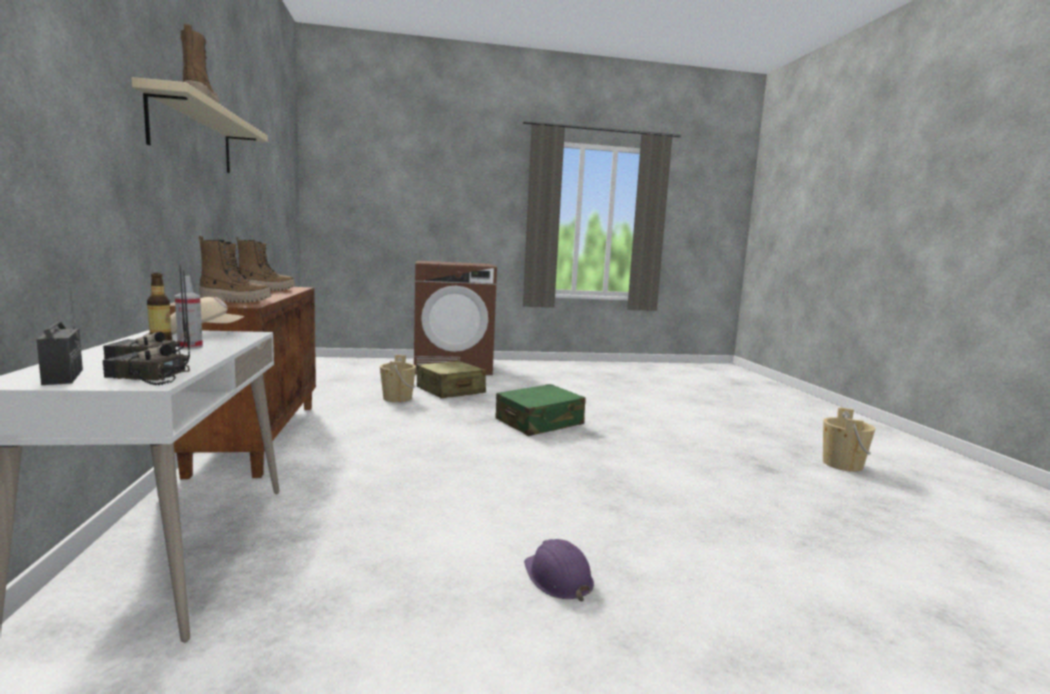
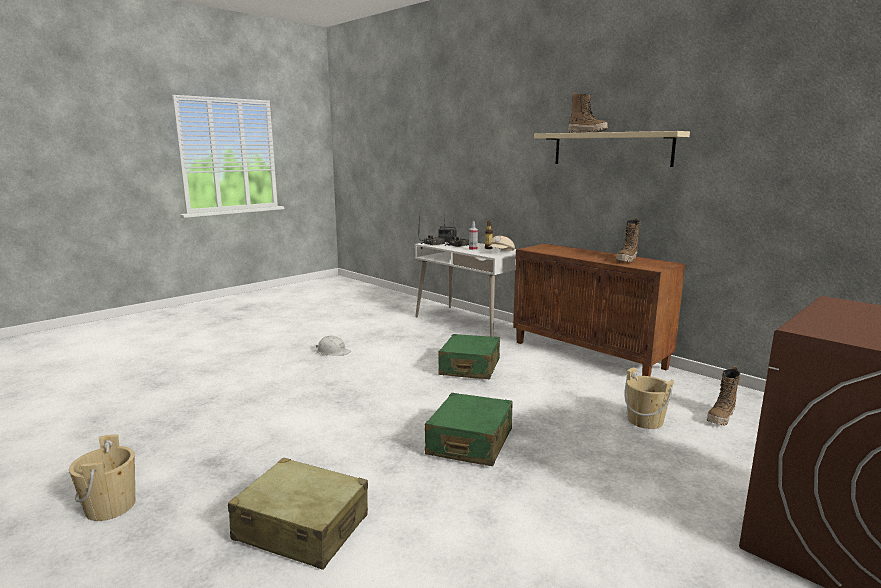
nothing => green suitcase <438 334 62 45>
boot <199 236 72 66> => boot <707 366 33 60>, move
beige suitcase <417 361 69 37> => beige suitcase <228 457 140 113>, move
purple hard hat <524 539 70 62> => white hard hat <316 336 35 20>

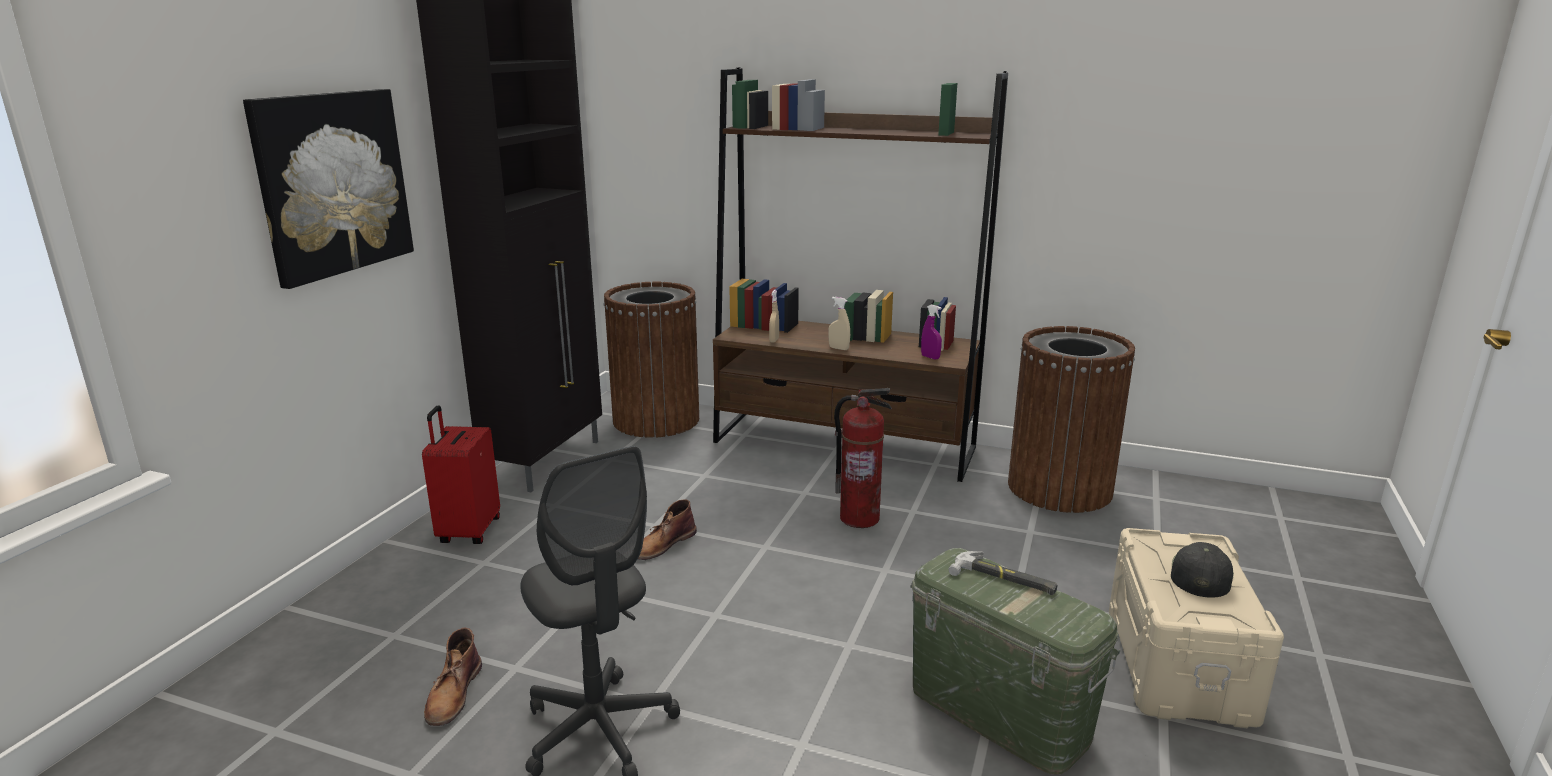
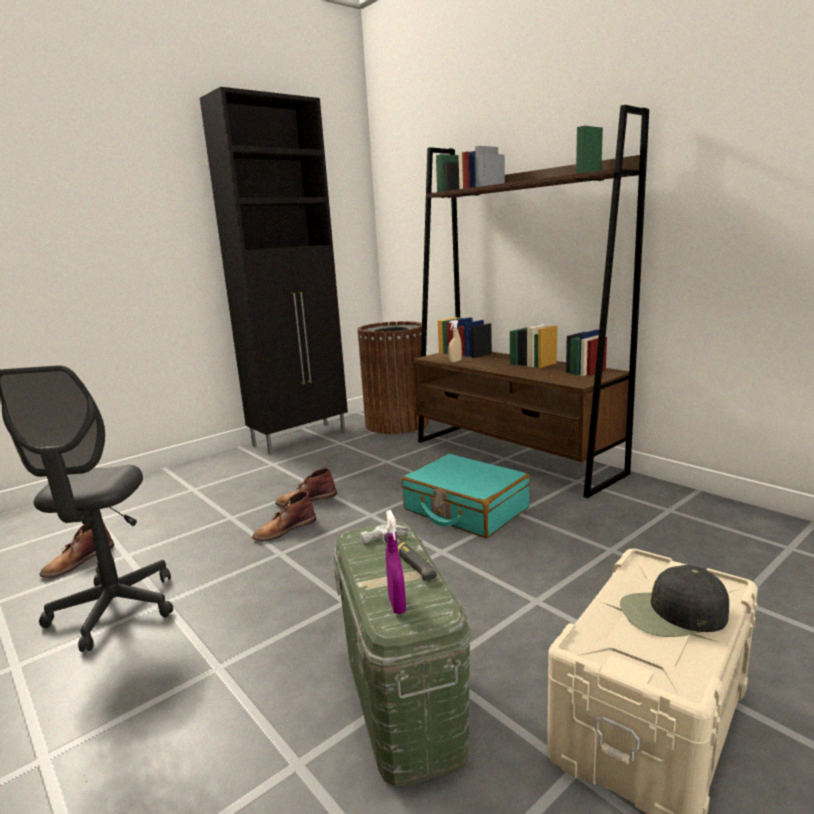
picture <243 89 171 200> => nothing
red suitcase <422 405 78 139> => nothing
beige spray bottle <828 297 22 53> => nothing
brown trash can <1008 326 127 187> => nothing
nothing => brown boot <252 491 64 51>
purple spray bottle <921 304 21 55> => purple spray bottle <386 510 20 104>, move
fire extinguisher <834 388 58 140> => turquoise suitcase <401 454 129 84>
black cap <1171 542 63 56> => black cap <620 565 109 72>, 150 degrees counterclockwise

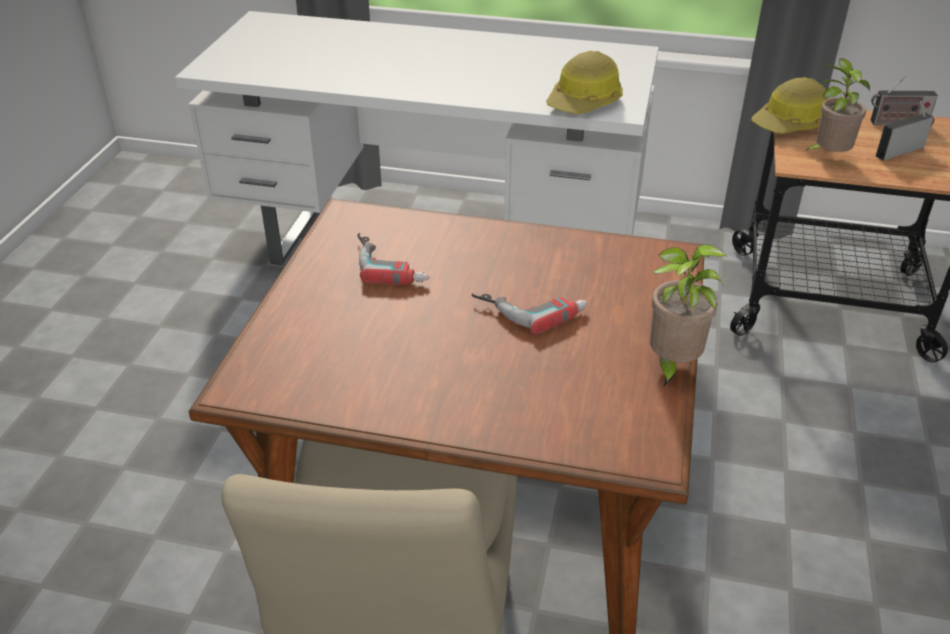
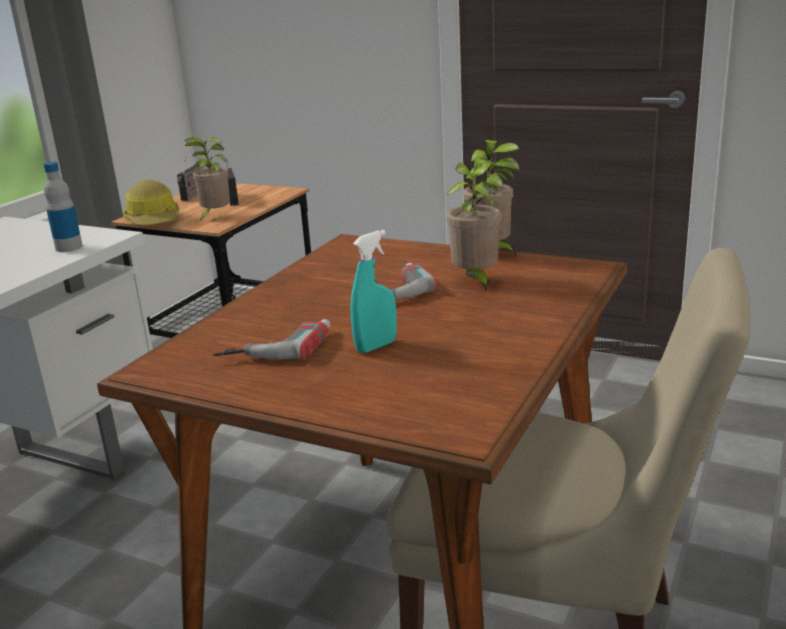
nothing => turquoise spray bottle <351 230 45 123>
nothing => potted plant <446 158 57 134>
hard hat <546 51 77 63> => bottle <43 162 40 90>

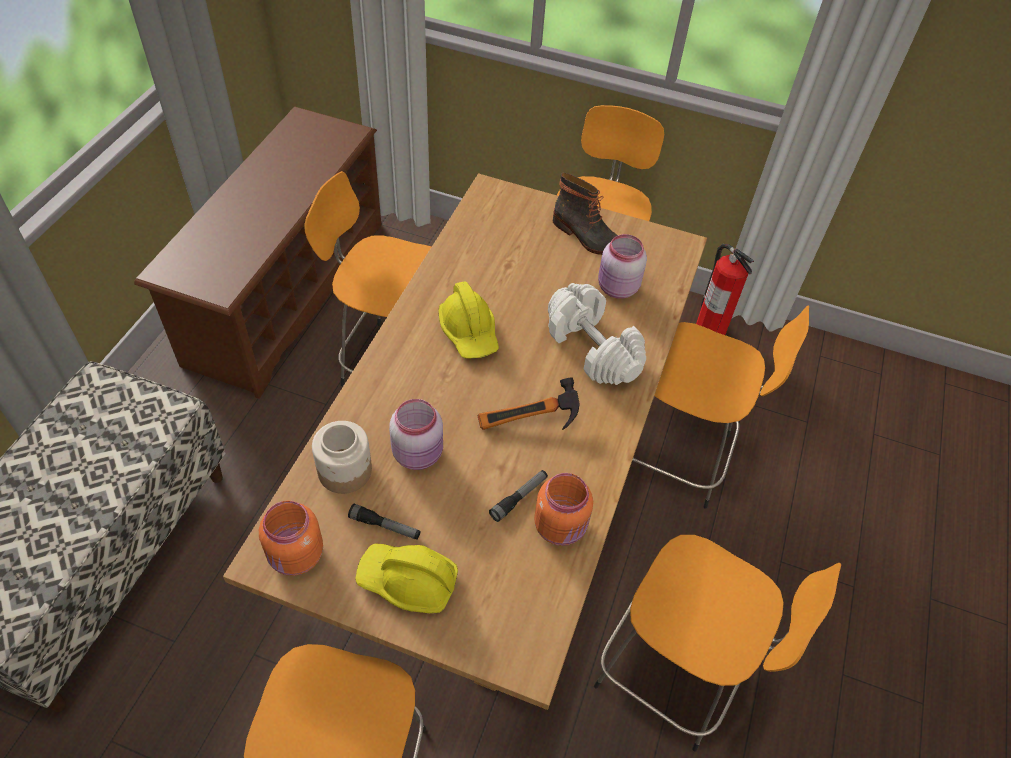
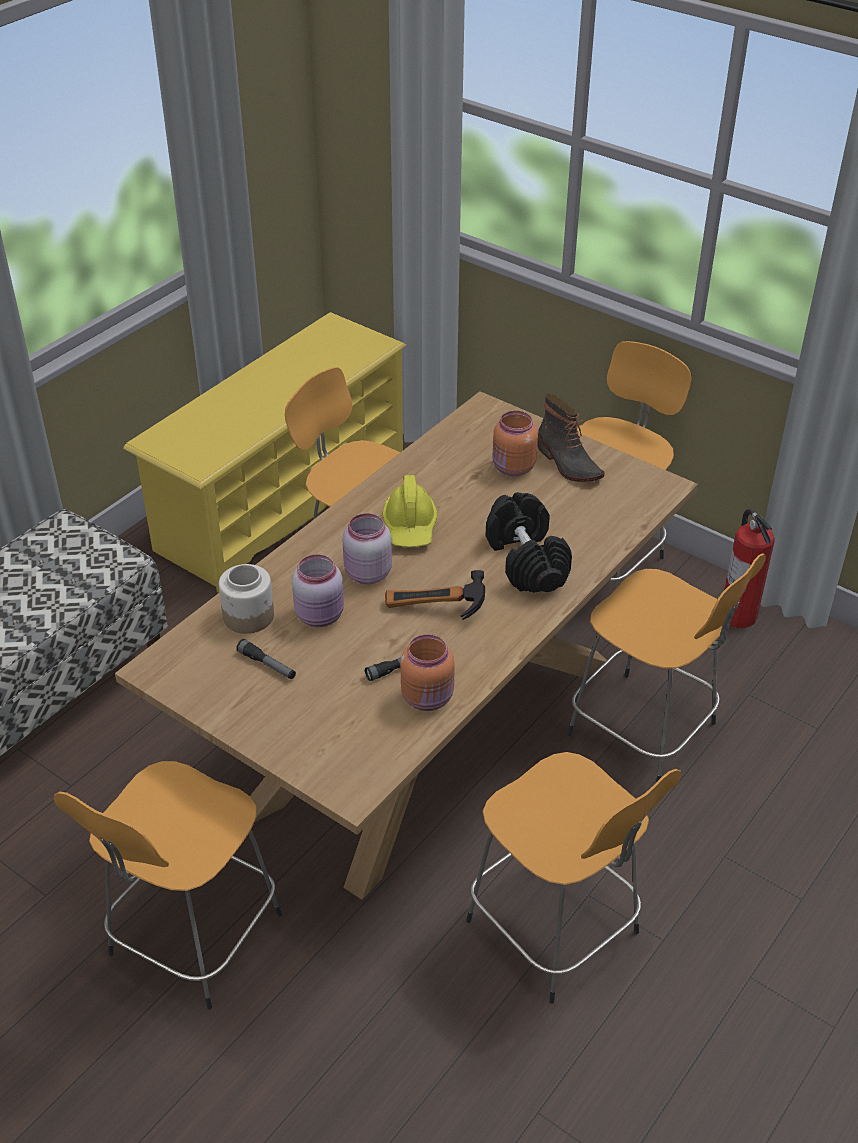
yellow hard hat <355 543 103 70> => nothing
orange jar <259 501 64 75> => orange jar <492 411 46 65>, move
pink jar <598 234 49 65> => pink jar <343 513 49 71>, move
brown shoe rack <134 107 247 292> => yellow shoe rack <123 312 283 281>
white dumbbell <548 283 98 102> => black dumbbell <485 492 87 101>

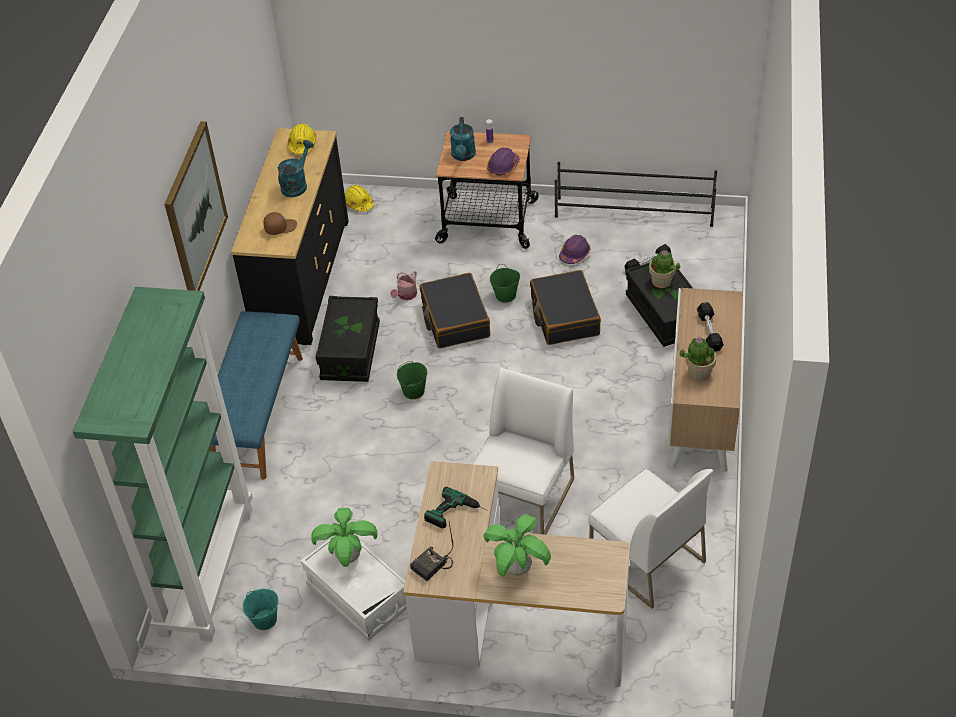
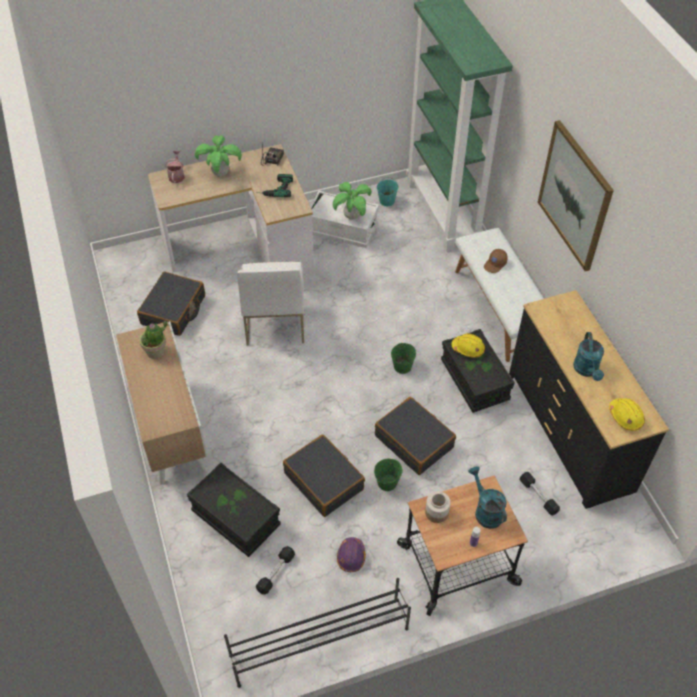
potted plant <649 250 31 38> => nothing
brown cap <263 212 34 23> => brown cap <484 249 24 24>, move
yellow hard hat <345 185 29 27> => yellow hard hat <452 334 33 24>, move
watering can <390 271 27 29> => watering can <165 151 20 32>, move
black dumbbell <697 302 27 50> => black dumbbell <519 472 41 44>, move
purple hard hat <487 147 33 29> => jar <425 491 26 32>
white chair <588 469 126 140> => black suitcase <137 272 68 64>
blue bench <210 311 93 169> => white bench <455 228 89 134>

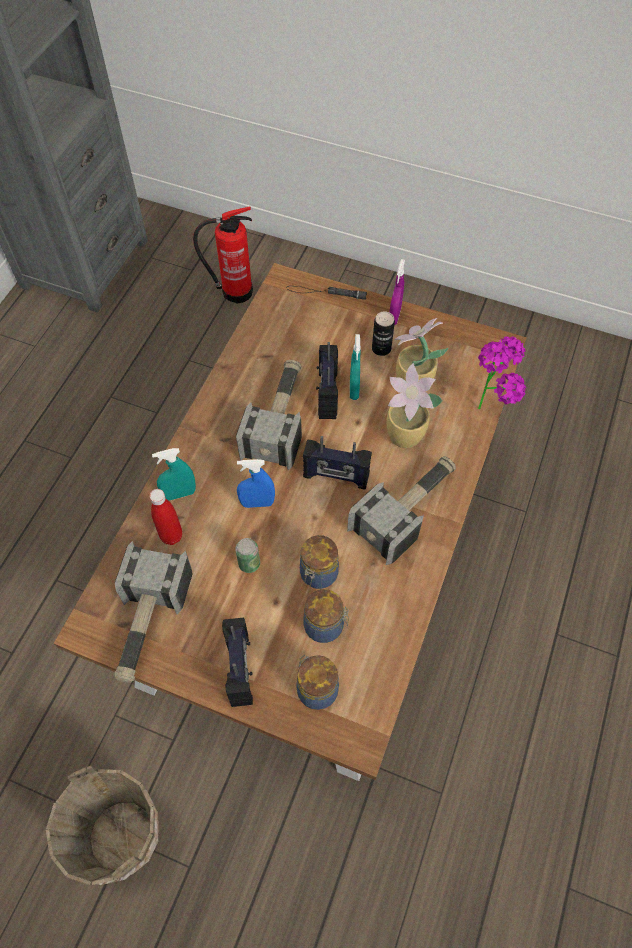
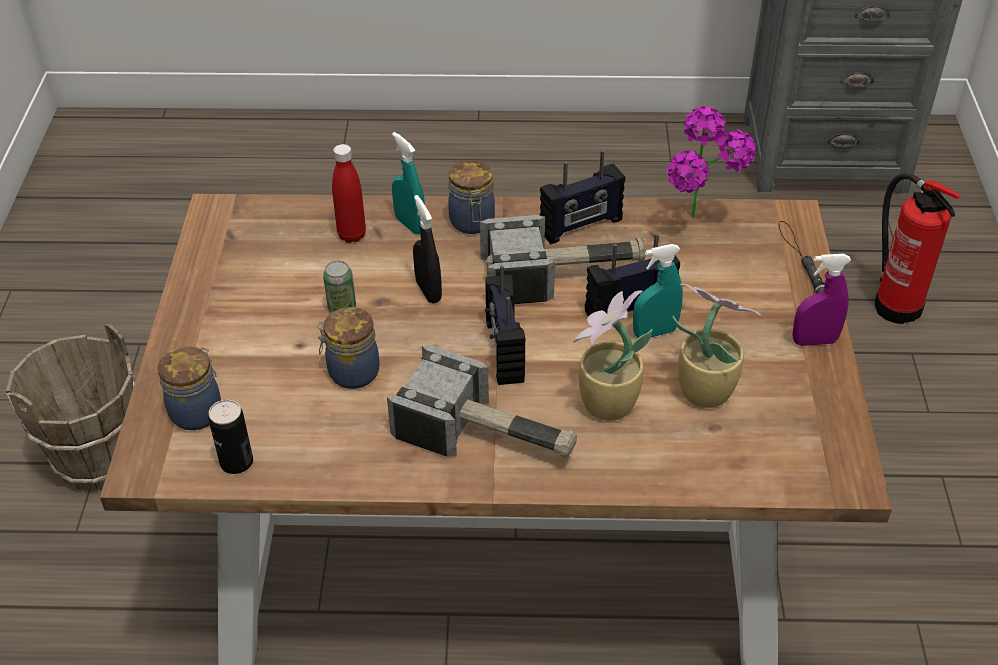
hammer <113 541 80 142> => nothing
radio <222 618 31 89> => radio <540 150 85 94>, move
jar <304 589 45 54> => jar <448 160 47 74>, move
can <372 311 23 45> => can <208 400 45 74>, move
potted plant <478 336 48 73> => potted plant <667 106 90 111>, move
blue spray bottle <237 459 38 49> => black spray bottle <413 195 29 108>

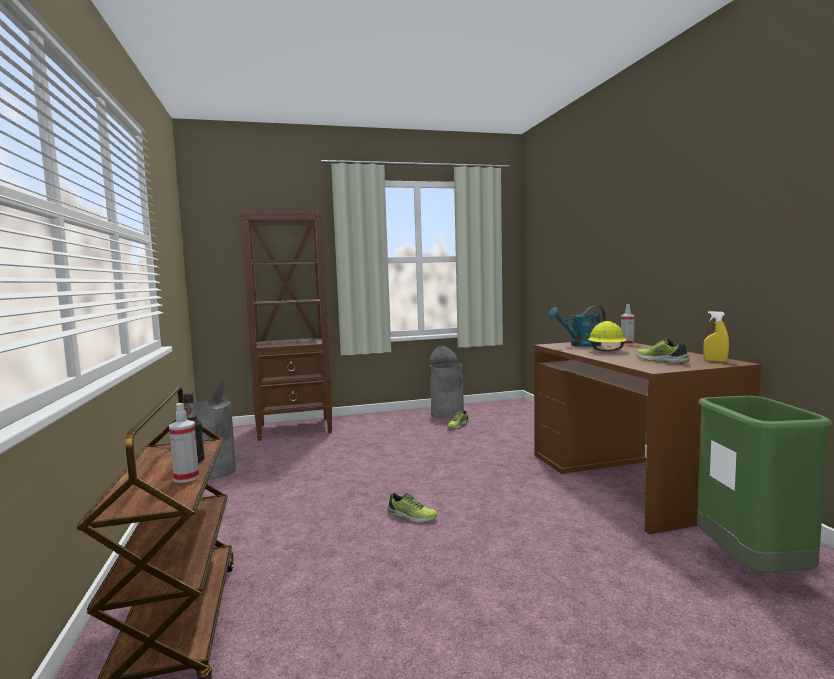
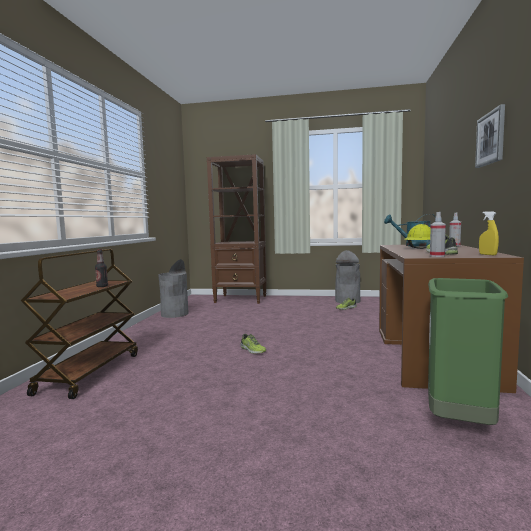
nothing => picture <475 104 30 64>
spray bottle <169 403 30 80> => spray bottle <430 212 16 45>, move

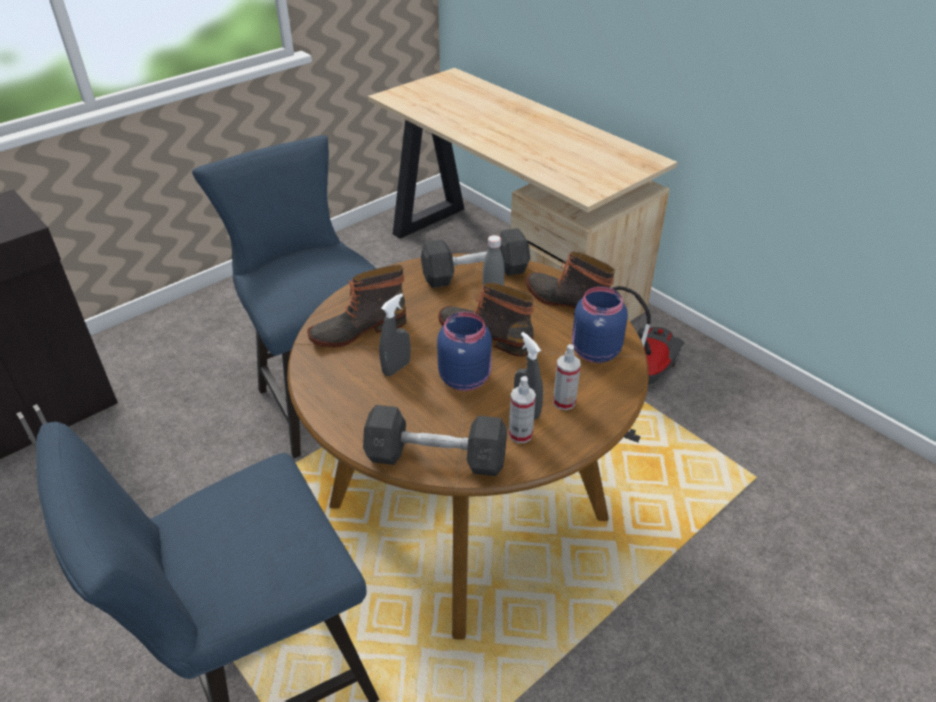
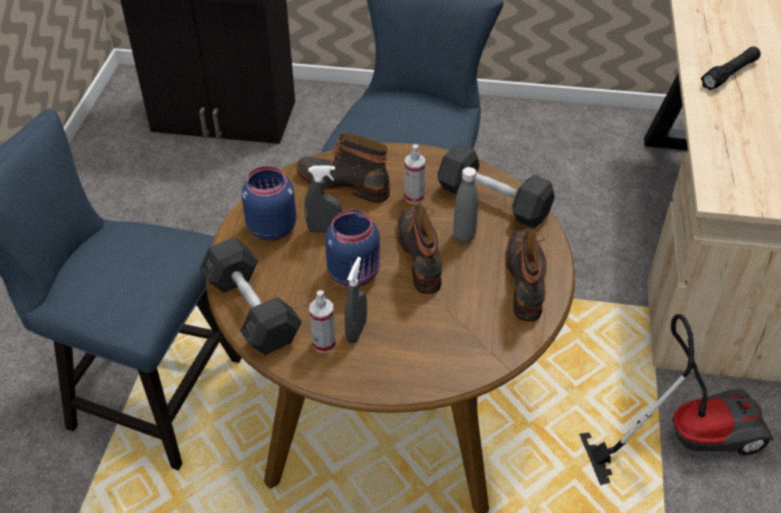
nothing => black flashlight <701 46 60 44>
spray bottle <553 344 28 66> => spray bottle <404 144 22 60>, move
blue jar <572 287 56 76> => blue jar <242 166 54 75>, move

